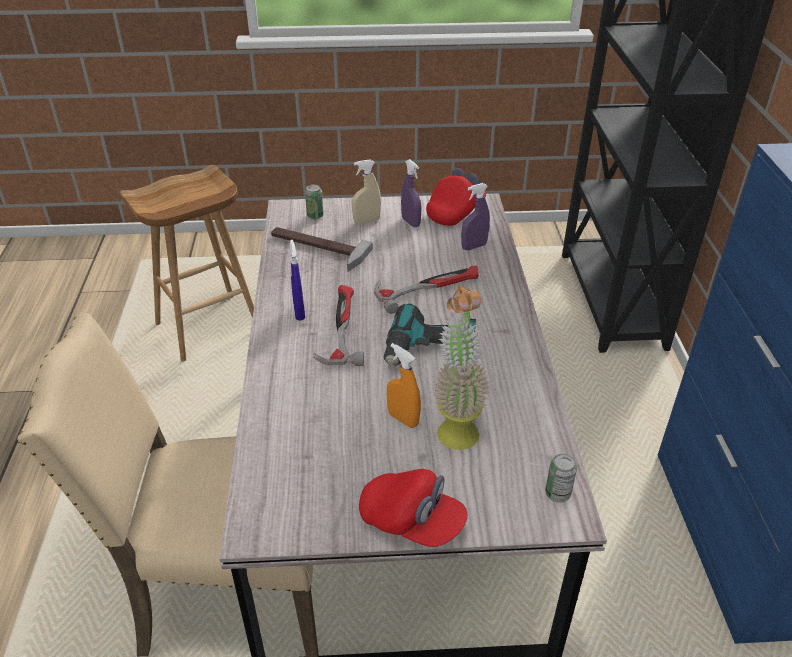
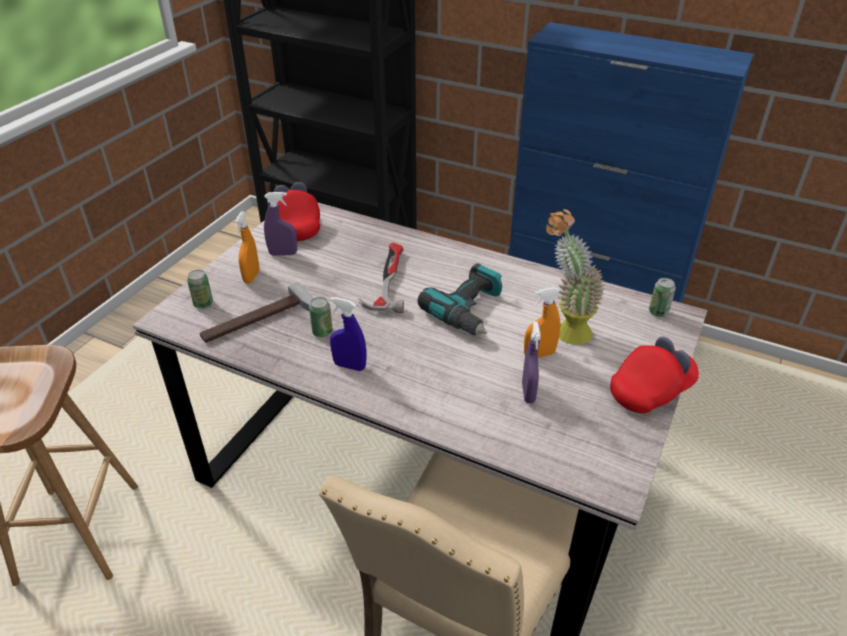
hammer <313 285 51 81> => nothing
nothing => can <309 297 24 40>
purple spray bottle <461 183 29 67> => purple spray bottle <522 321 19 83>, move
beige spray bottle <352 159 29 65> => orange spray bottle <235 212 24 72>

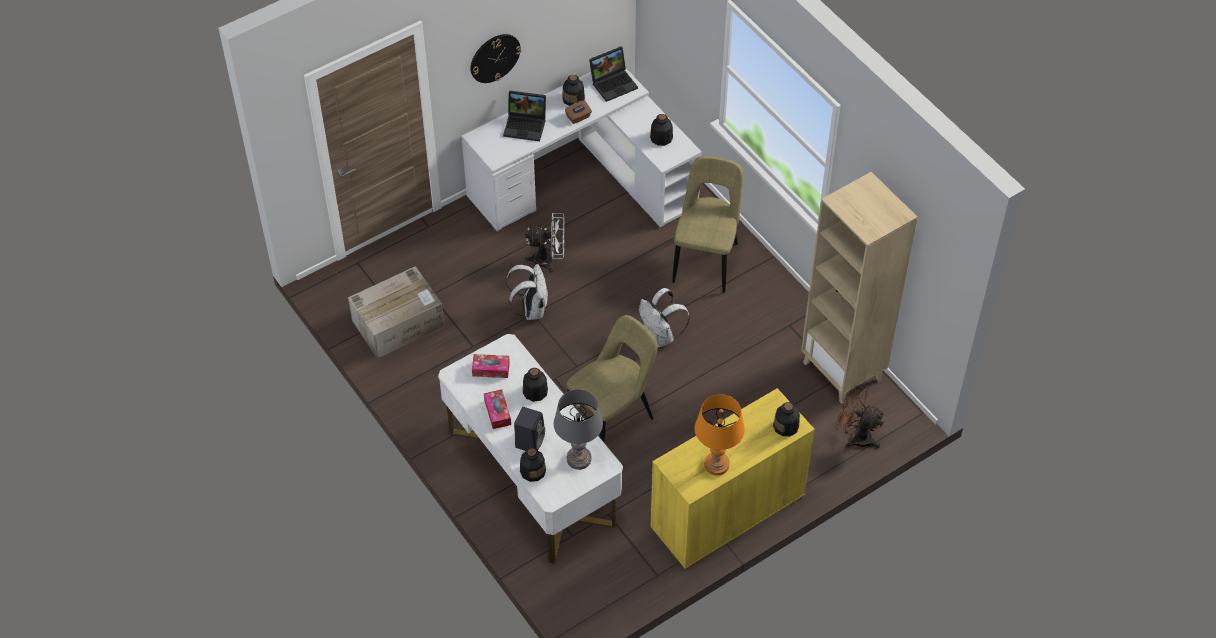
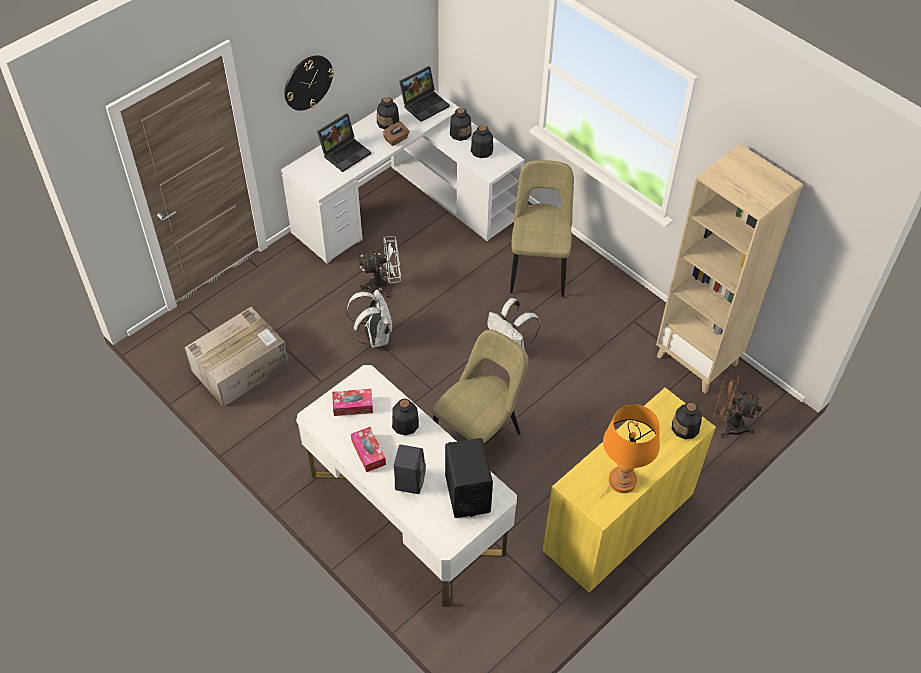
bottle <520 448 26 34> => bottle <450 108 22 33>, move
grey table lamp <554 389 49 81> => black speaker <445 438 48 80>
laptop <503 90 43 51> => laptop <317 113 54 59>, 45 degrees counterclockwise

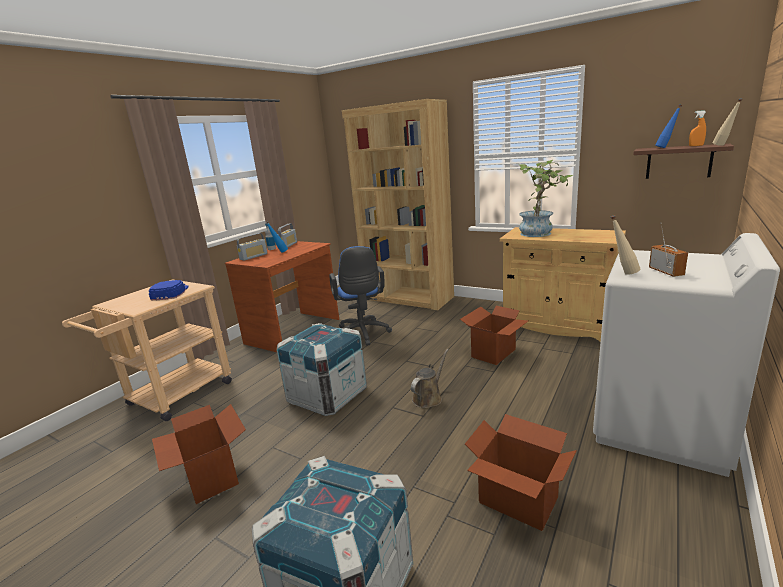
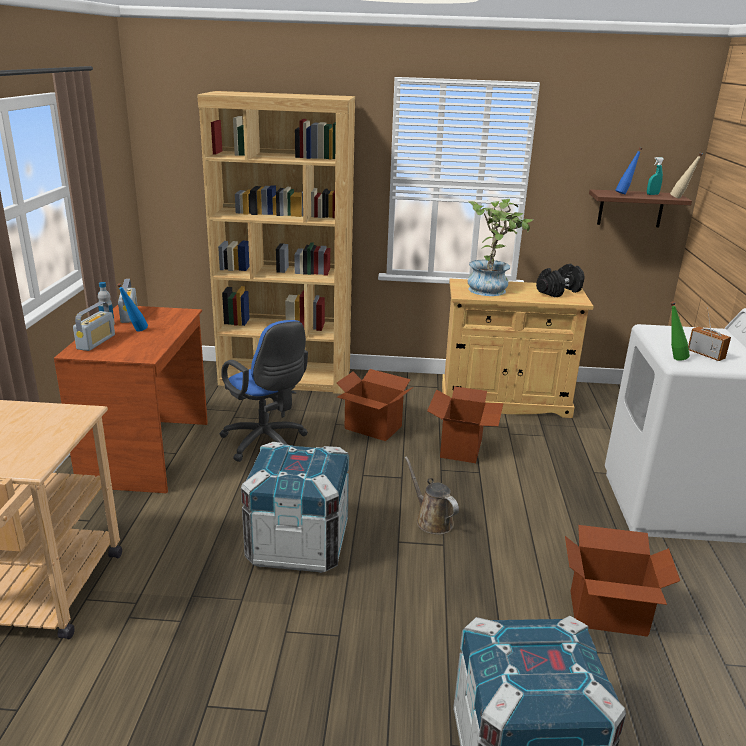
blue cap <149 280 40 21> => nothing
nothing => black dumbbell <536 264 49 33>
cardboard box <152 404 94 100> => cardboard box <337 369 76 72>, move
beige bottle <611 215 30 60> => green bottle <670 301 20 60>
orange spray bottle <689 110 17 36> => turquoise spray bottle <647 157 17 38>
brown watering can <411 349 38 59> => brown watering can <405 456 54 79>, 45 degrees counterclockwise

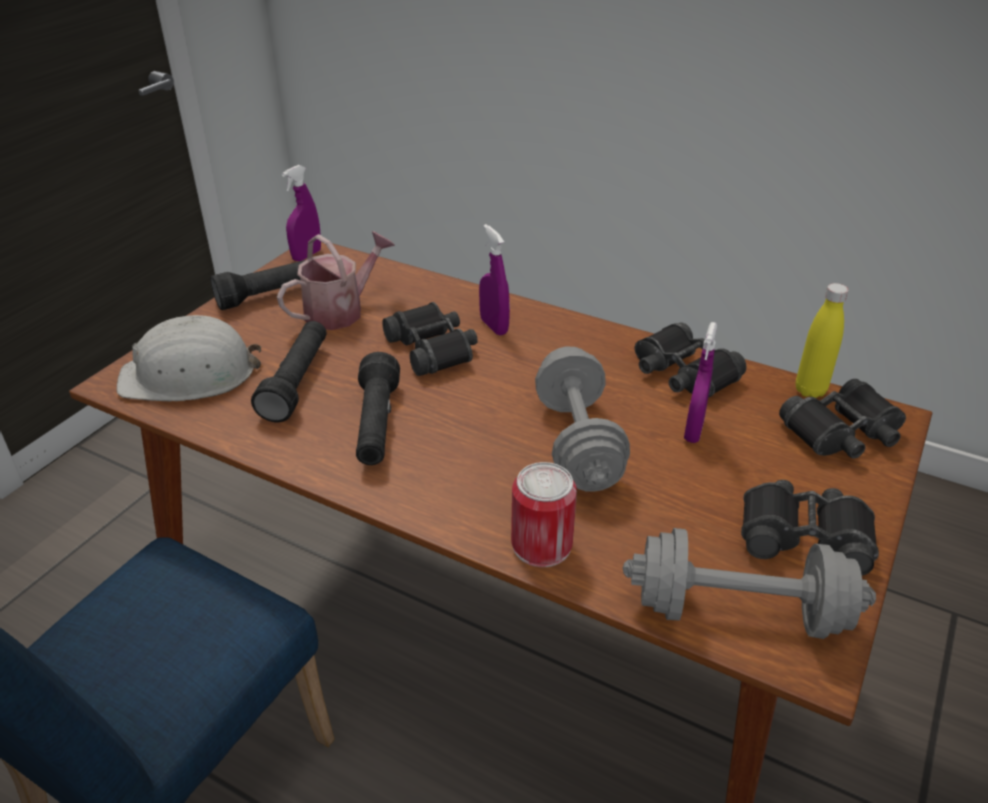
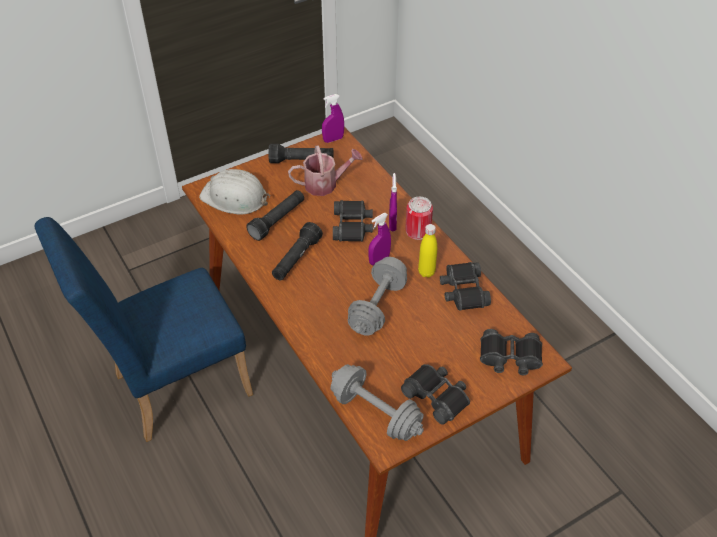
can <511 462 66 105> => can <405 197 28 43>, move
purple spray bottle <684 322 33 121> => purple spray bottle <368 213 23 52>, move
yellow bottle <796 283 53 115> => yellow bottle <418 224 19 54>, move

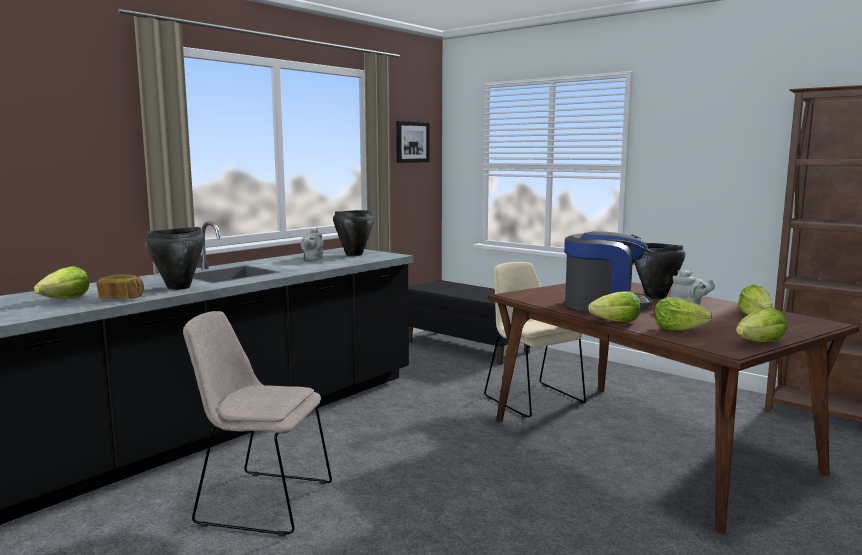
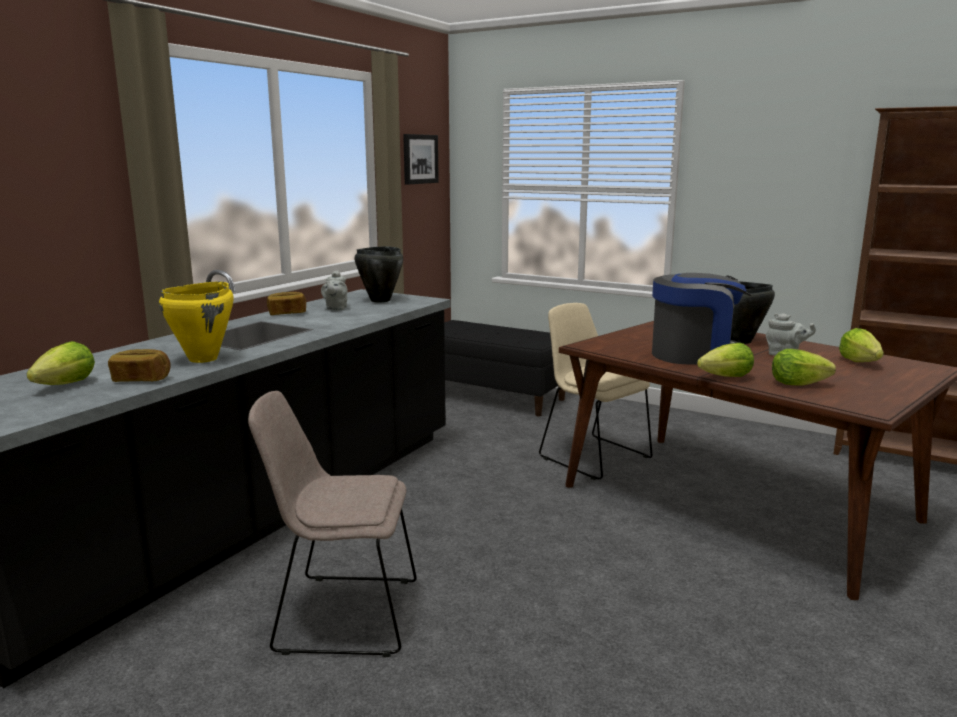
lettuce <736 307 52 35> => nothing
nothing => bread <267 292 39 23>
black cooking pot <145 227 60 63> => yellow cooking pot <159 281 75 82>

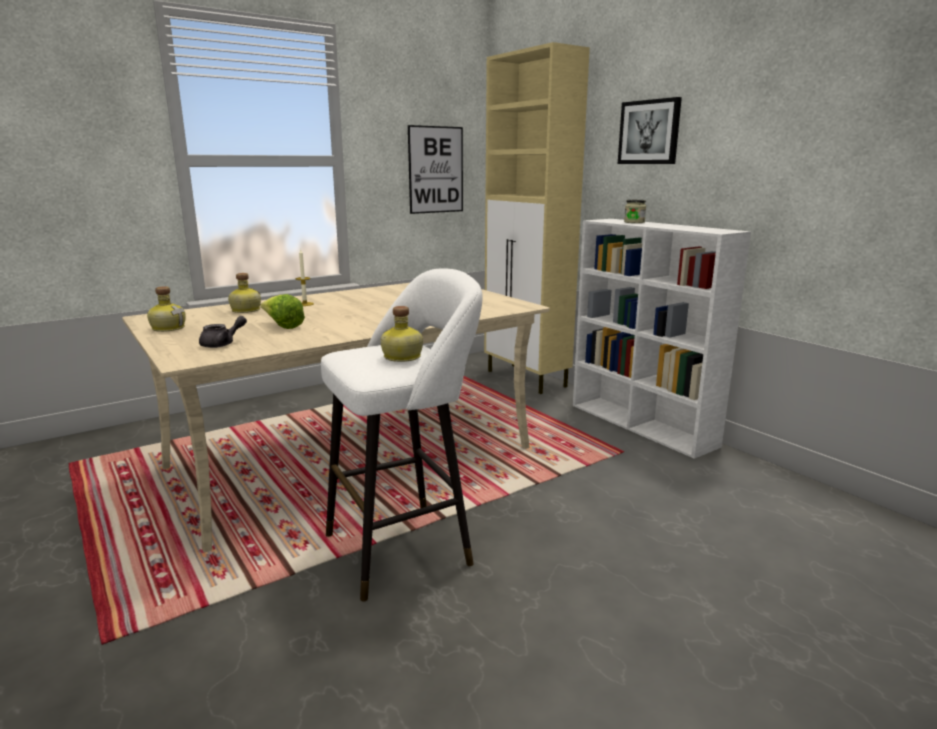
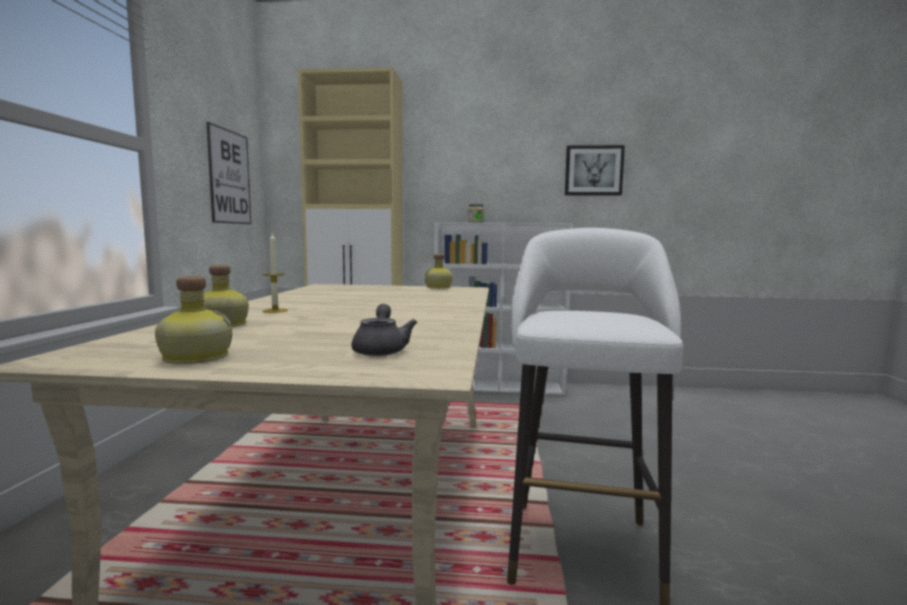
lettuce <261 294 44 35> => nothing
bottle <381 306 42 56> => bottle <425 254 28 35>, move
picture <618 97 64 67> => picture <565 145 60 51>, move

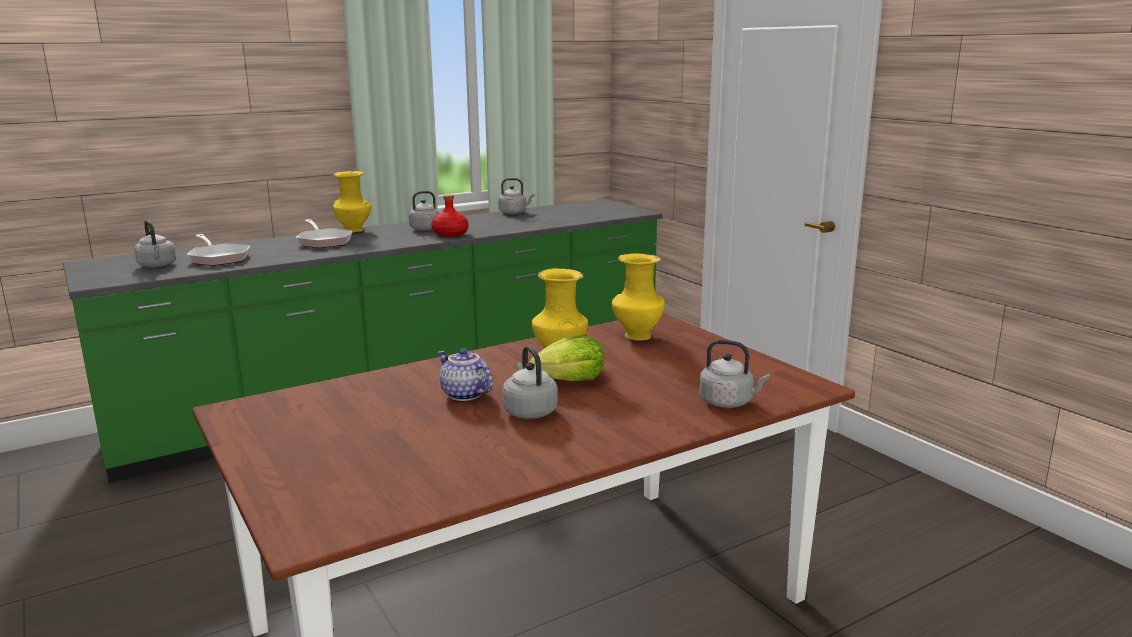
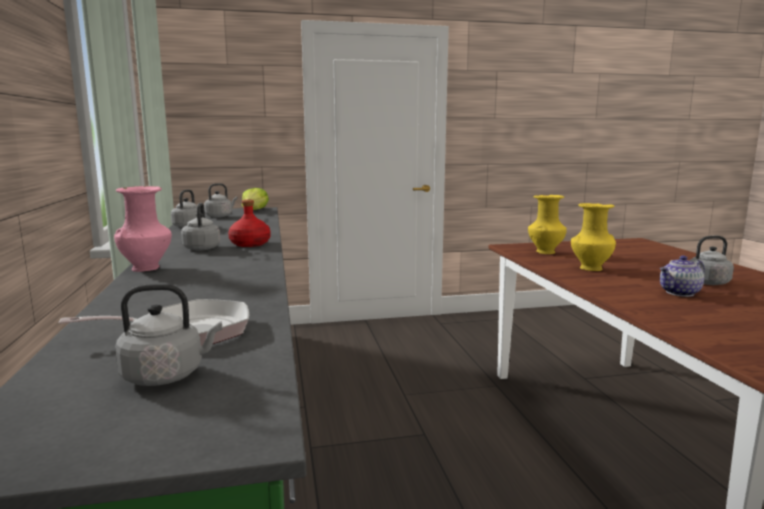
frying pan <296 219 56 29> => nothing
lettuce <529 336 75 45> => lettuce <242 188 27 22>, move
grey kettle <699 340 71 68> => grey kettle <204 183 34 35>, move
yellow vase <333 171 39 61> => pink vase <114 186 58 86>

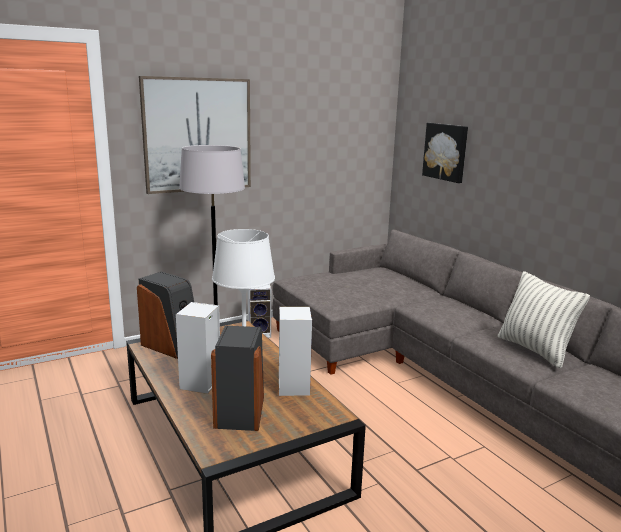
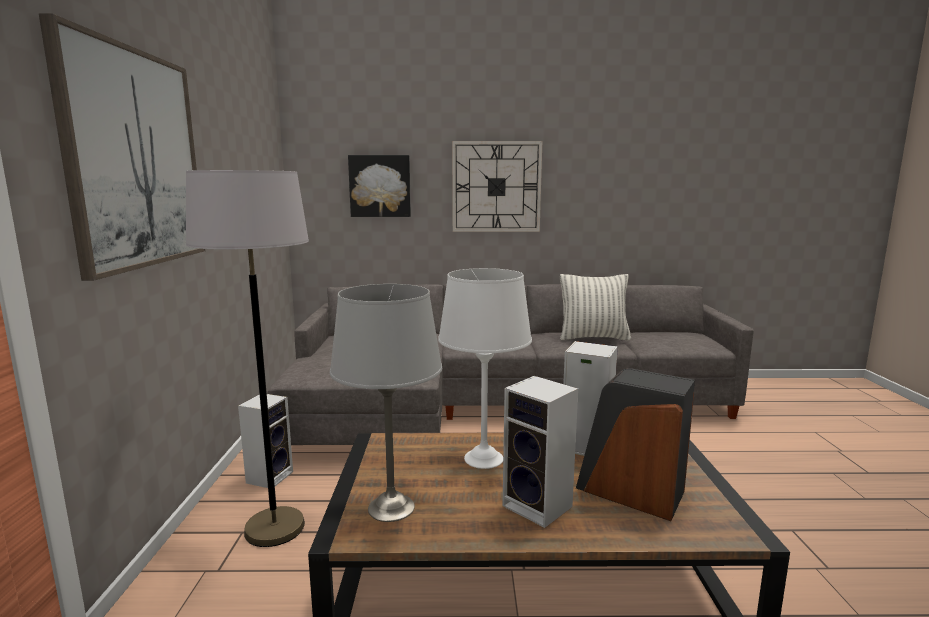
nothing => wall clock <452 141 90 91>
speaker <137 272 57 87> => grey table lamp <330 284 112 238>

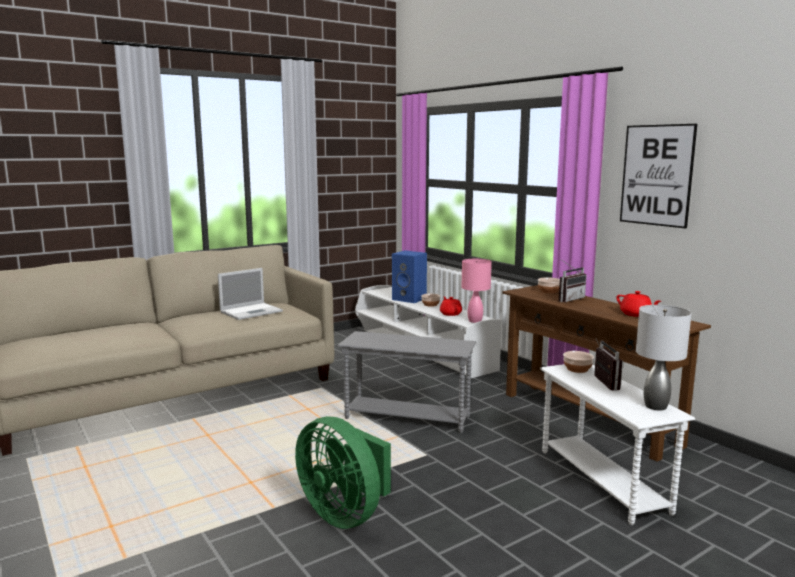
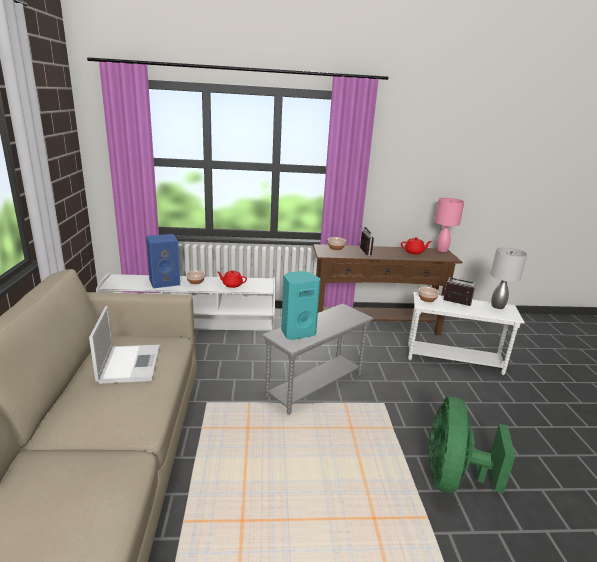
picture <620 124 77 105> => nothing
nothing => turquoise speaker <281 271 40 69>
pink table lamp <461 259 31 64> => pink table lamp <435 198 29 54>, move
green fan <295 416 96 113> => green fan <429 397 86 96>, 120 degrees clockwise

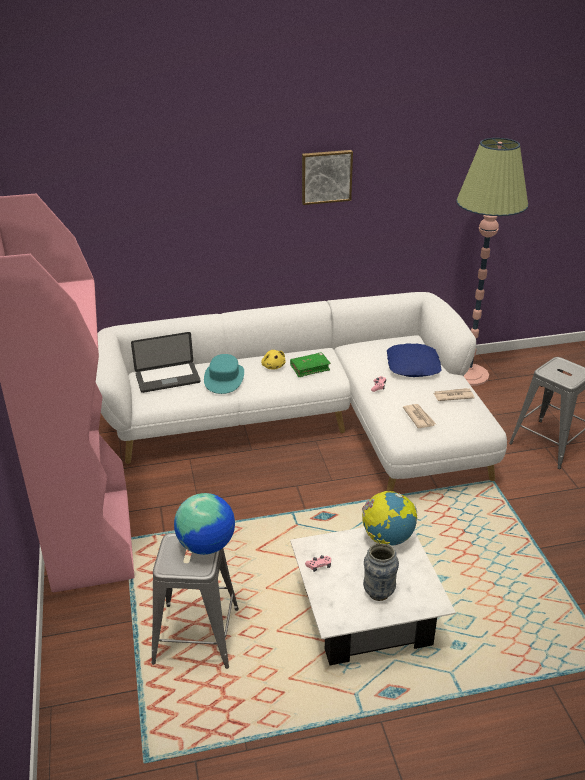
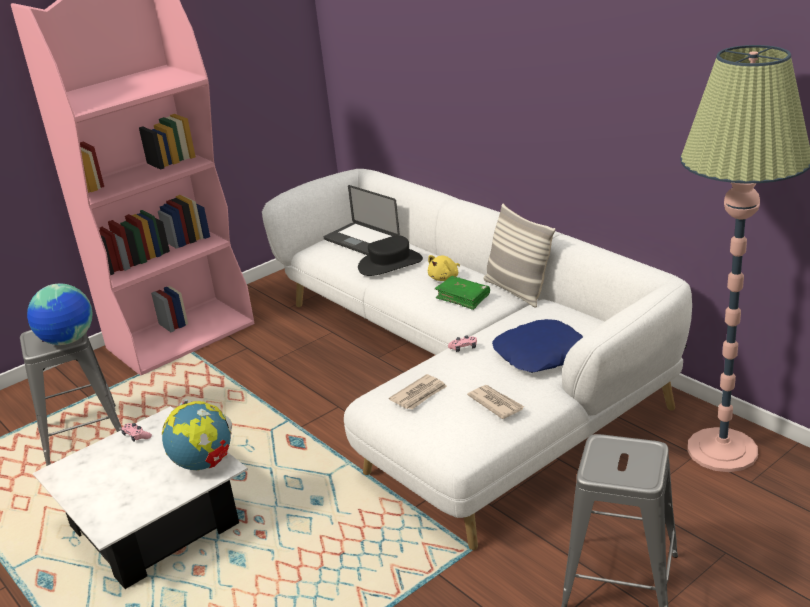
picture <302 150 51 55> => nothing
vase <363 543 36 58> => nothing
nothing => pillow <484 204 71 104>
turquoise hat <204 354 40 40> => black hat <358 235 65 41>

